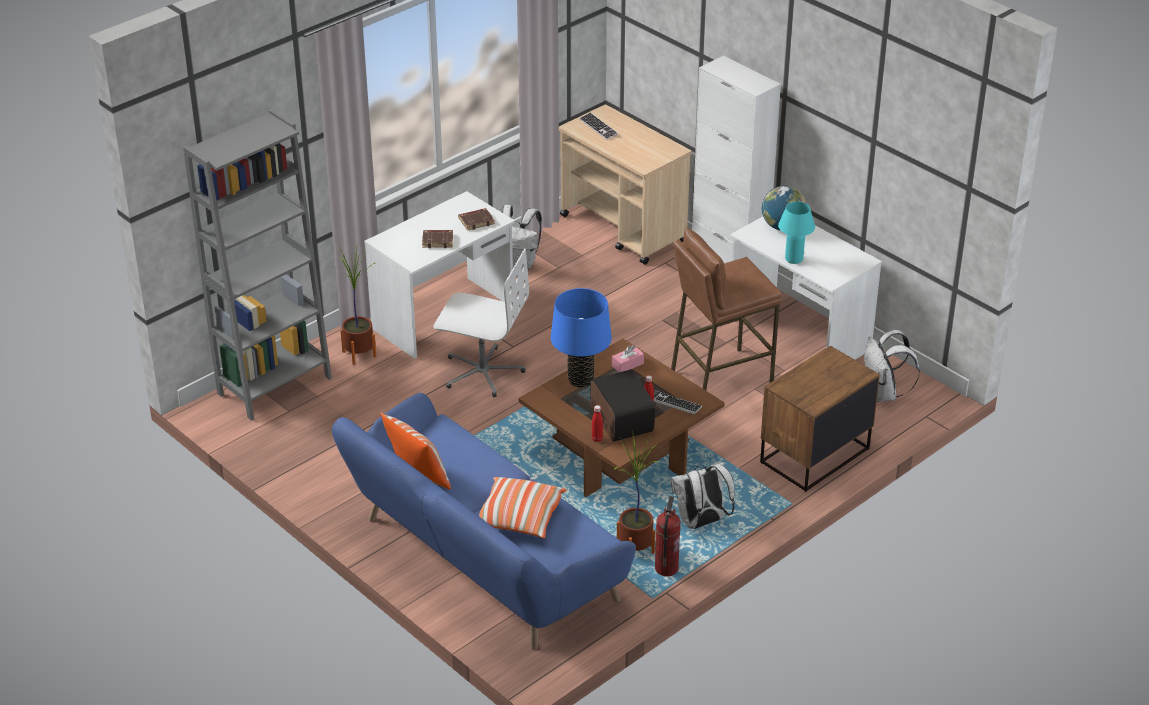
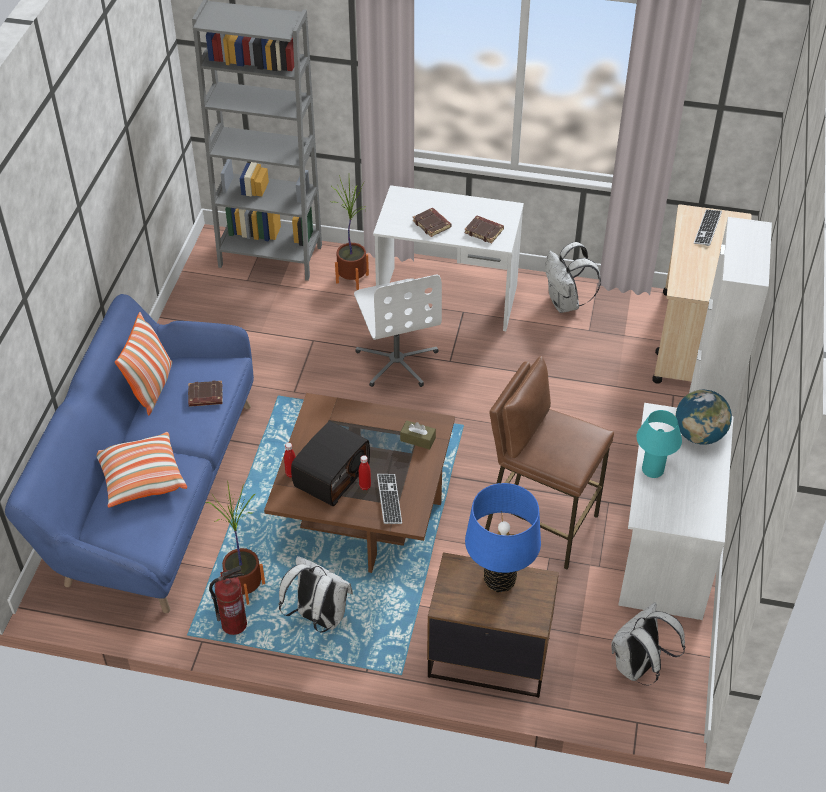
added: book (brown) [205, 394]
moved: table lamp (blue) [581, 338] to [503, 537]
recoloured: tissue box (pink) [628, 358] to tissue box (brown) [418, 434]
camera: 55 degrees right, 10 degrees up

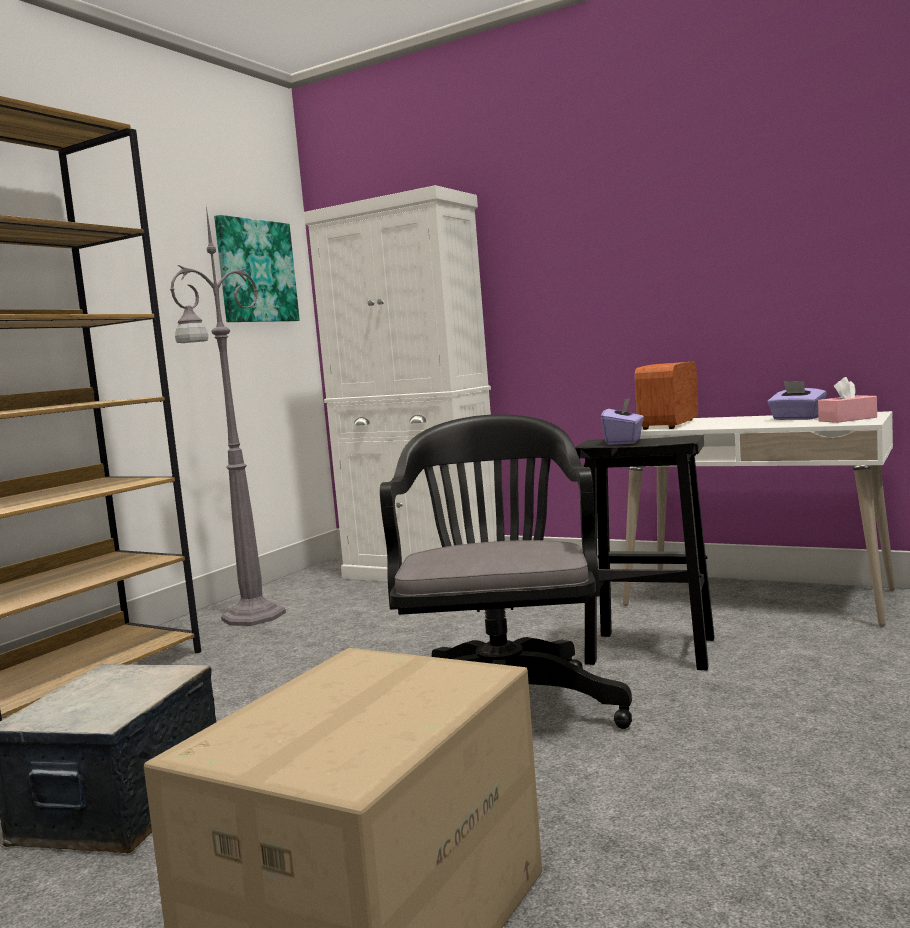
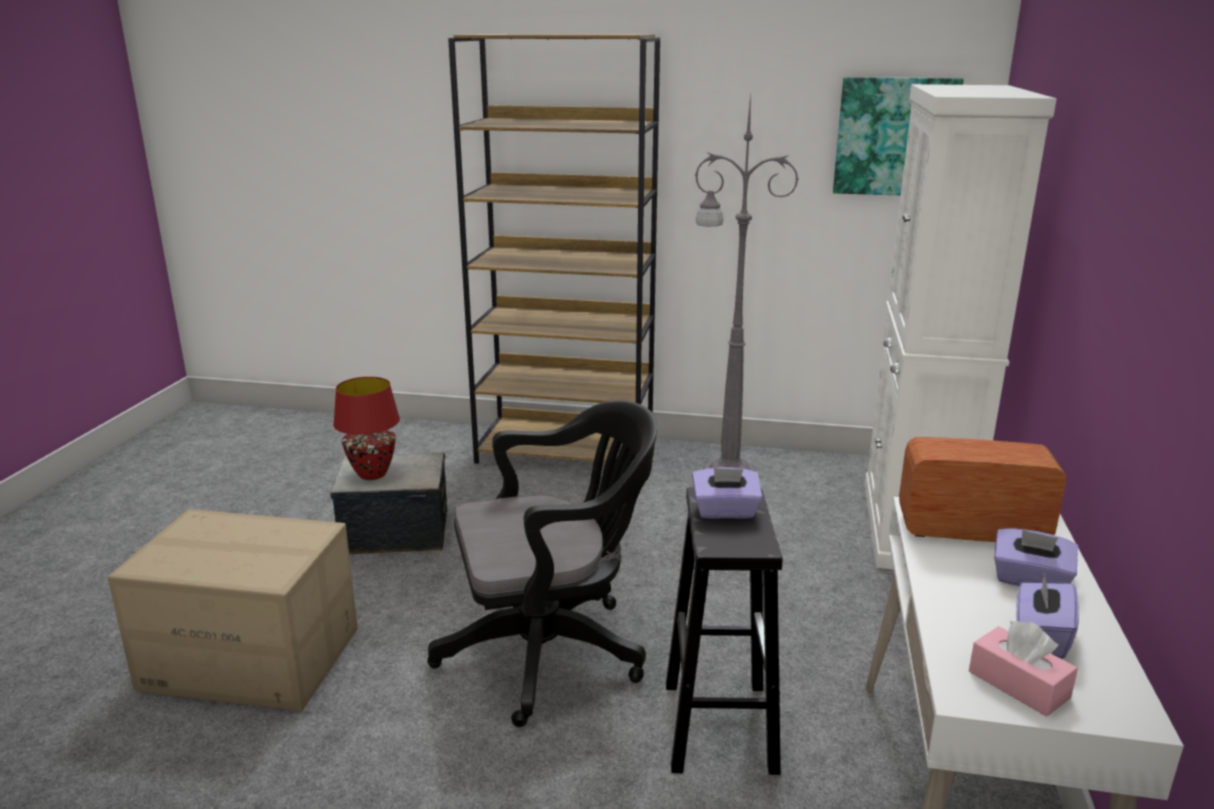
added: table lamp (red) [366, 428]; tissue box (purple) [1036, 557]
camera: 70 degrees right, 15 degrees up

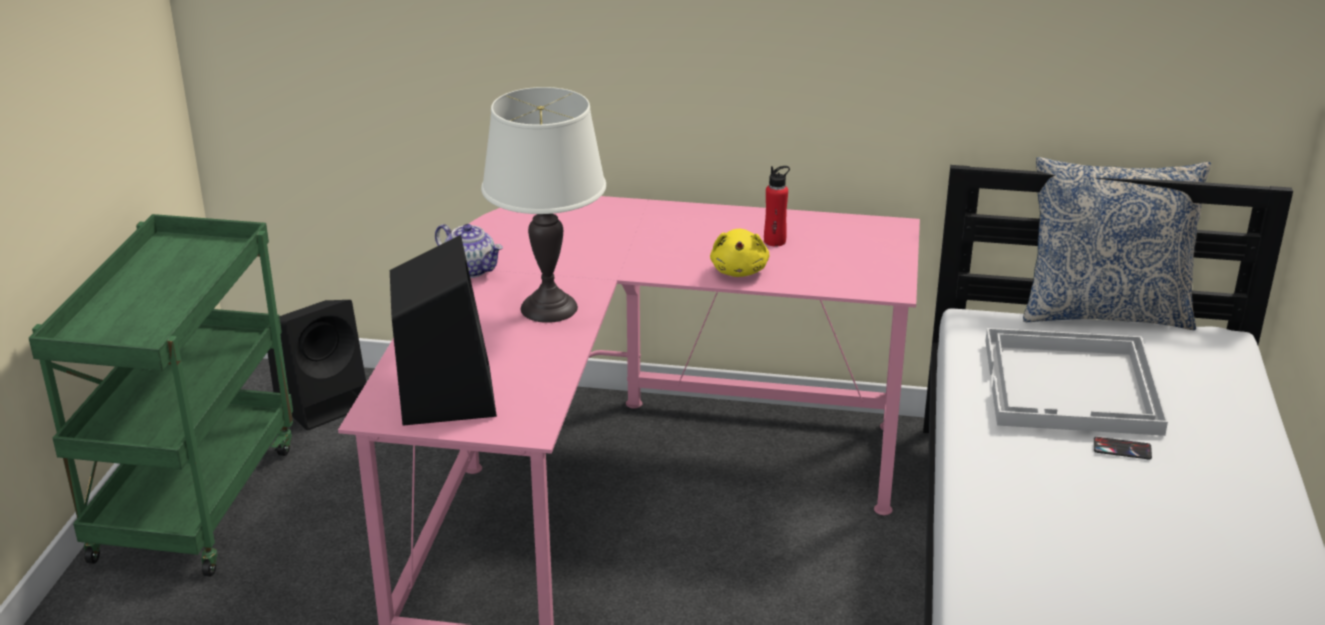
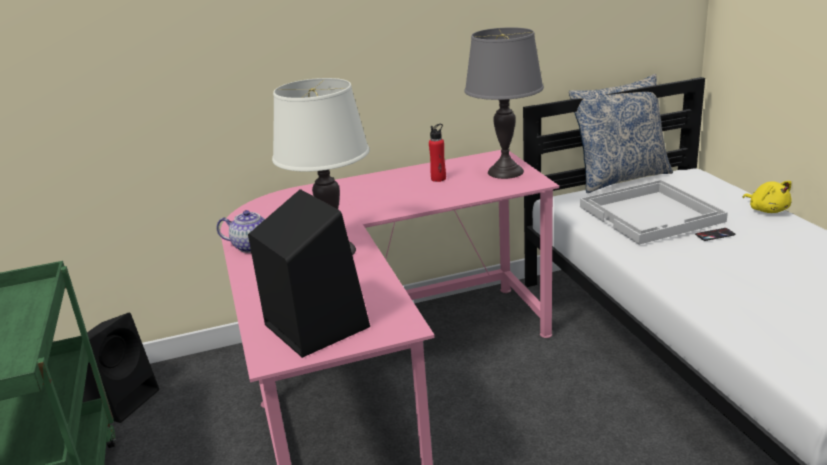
added: table lamp (grey) [504, 103]
moved: plush toy (yellow) [739, 253] to [767, 197]
camera: 25 degrees left, 5 degrees down

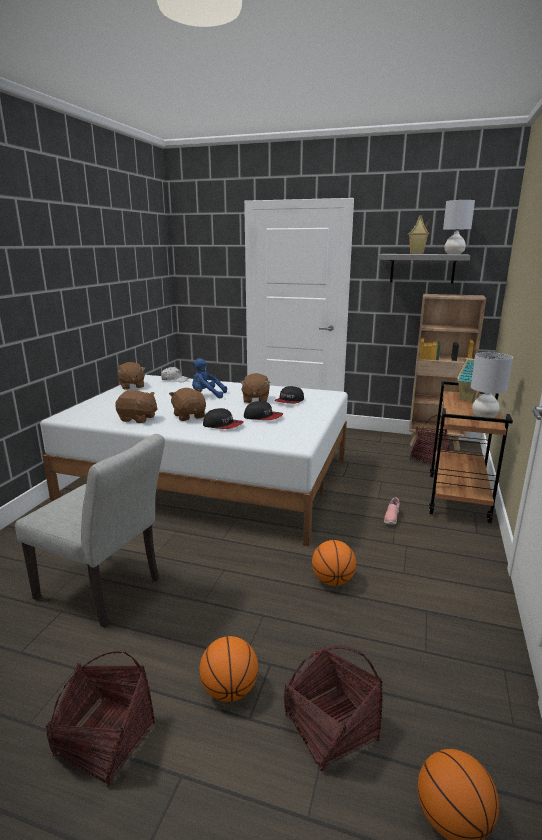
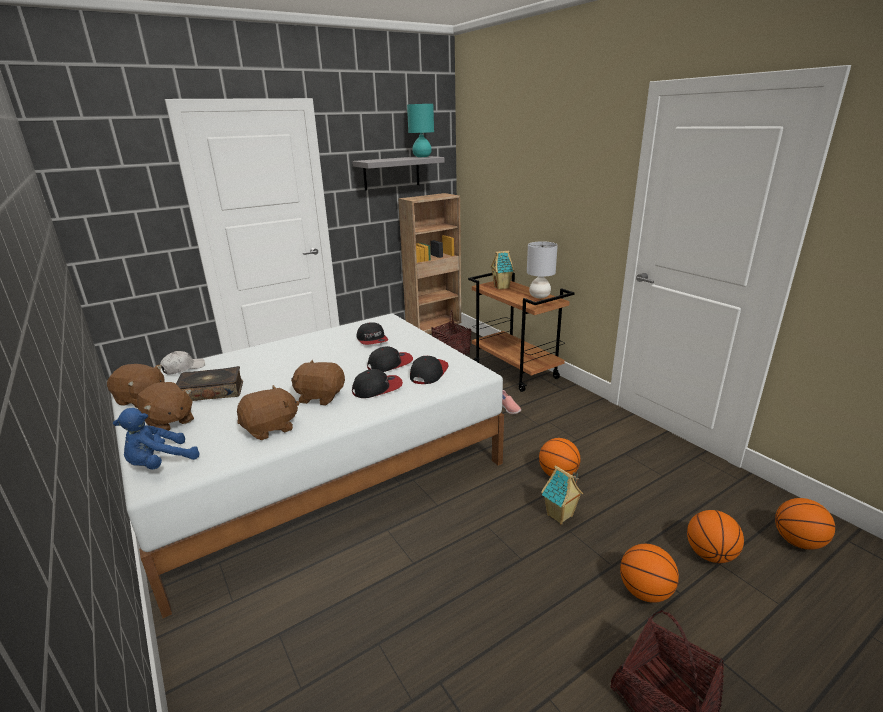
removed: chair (grey) [90, 531]
added: book [209, 383]; cap [429, 370]
moved: plush toy (blue) [209, 378] to [156, 439]; plush toy (brown) [255, 388] to [165, 406]; toy house [418, 234] to [562, 494]
replaced: basket [333, 708] to basketball [715, 536]
recoloured: table lamp (grey) [459, 227] to table lamp (turquoise) [420, 130]
camera: 50 degrees left, 5 degrees up

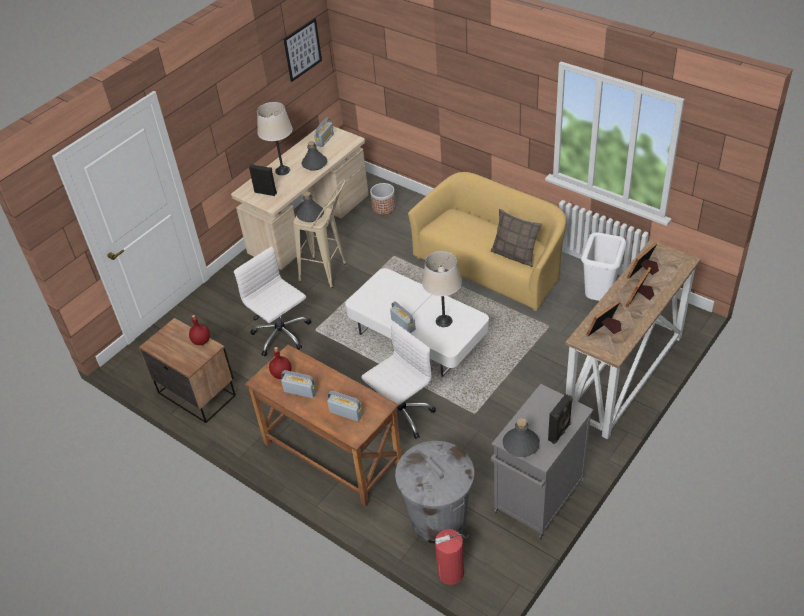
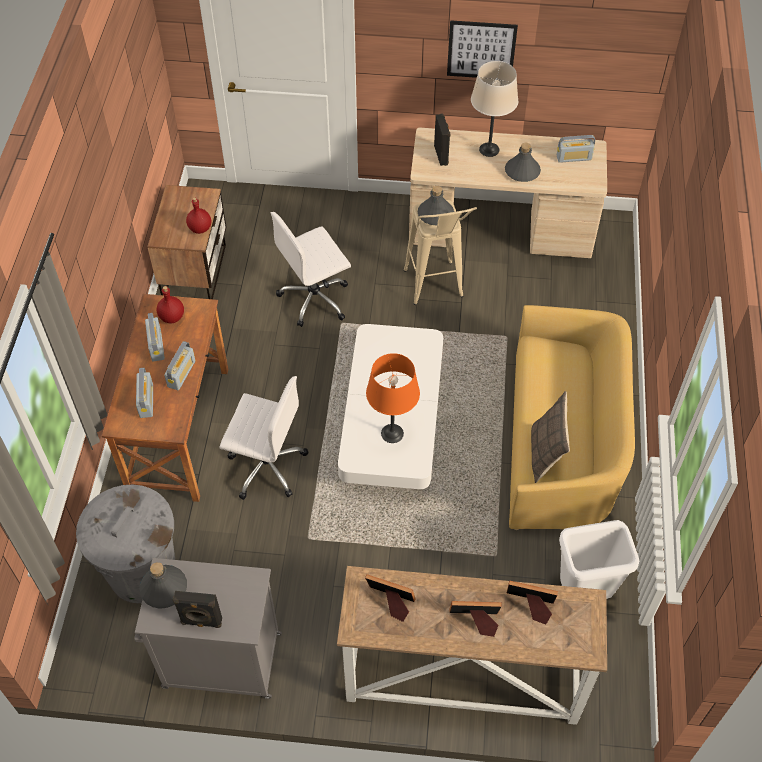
removed: planter [383, 199]; fire extinguisher [452, 557]
moved: picture [302, 50] to [482, 49]; radio [403, 317] to [179, 365]
recoloured: table lamp (beige) [442, 289] to table lamp (orange) [393, 398]
turned: office chair (white) [272, 301] = [311, 269] 135 degrees counterclockwise
camera: 55 degrees right, 10 degrees up

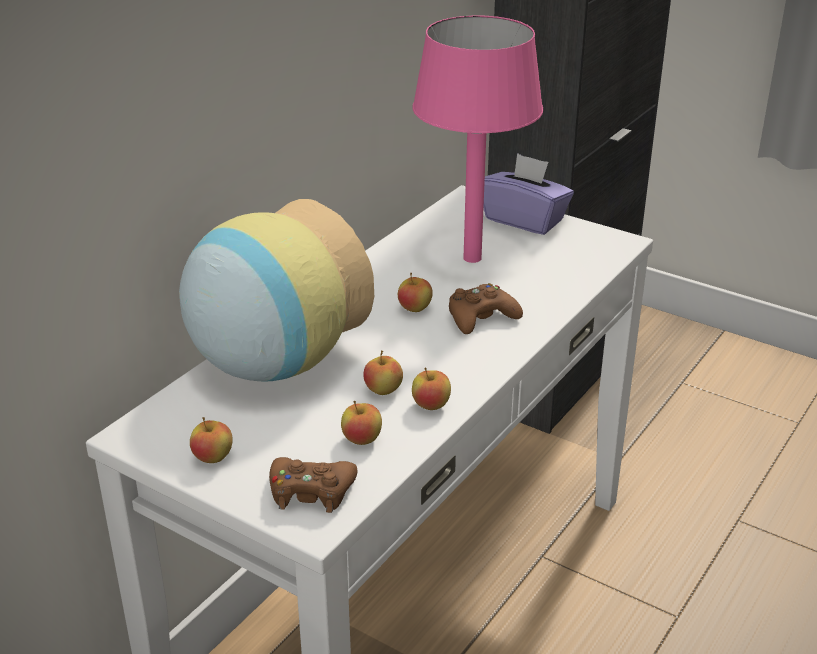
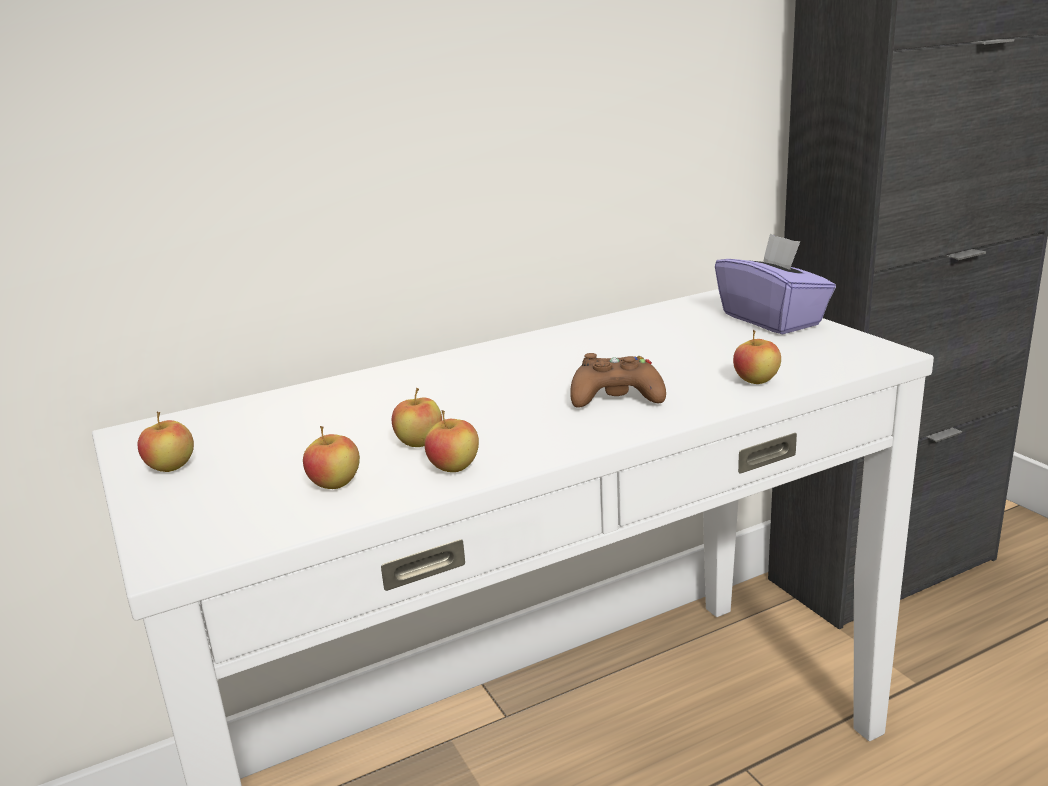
removed: vase [276, 290]; game controller (brown) [313, 485]; table lamp (pink) [478, 139]
moved: apple [415, 292] to [757, 357]
camera: 30 degrees right, 10 degrees down

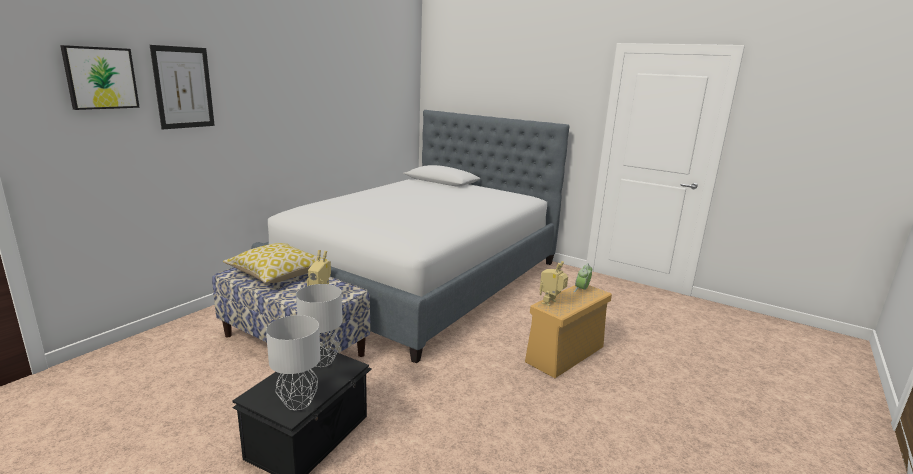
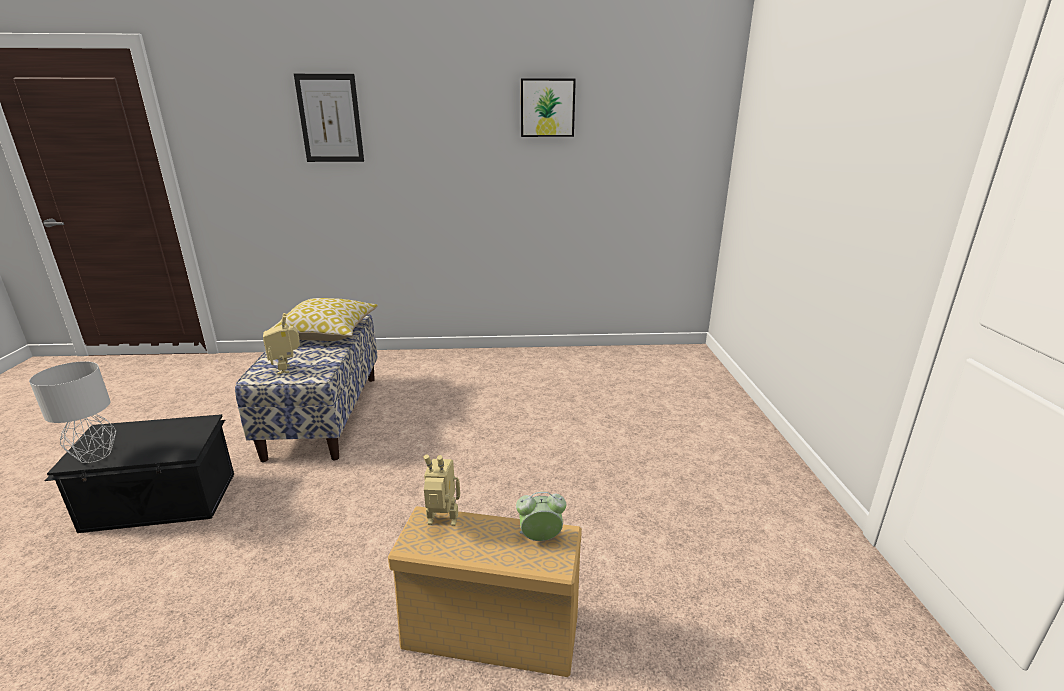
removed: bed [410, 237]; table lamp (grey) [319, 325]
moved: picture [100, 77] to [548, 107]
camera: 55 degrees right, 5 degrees up

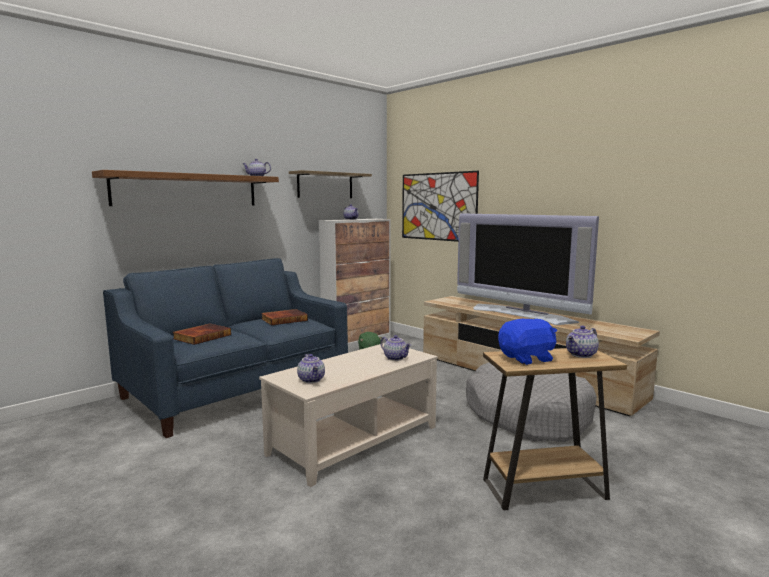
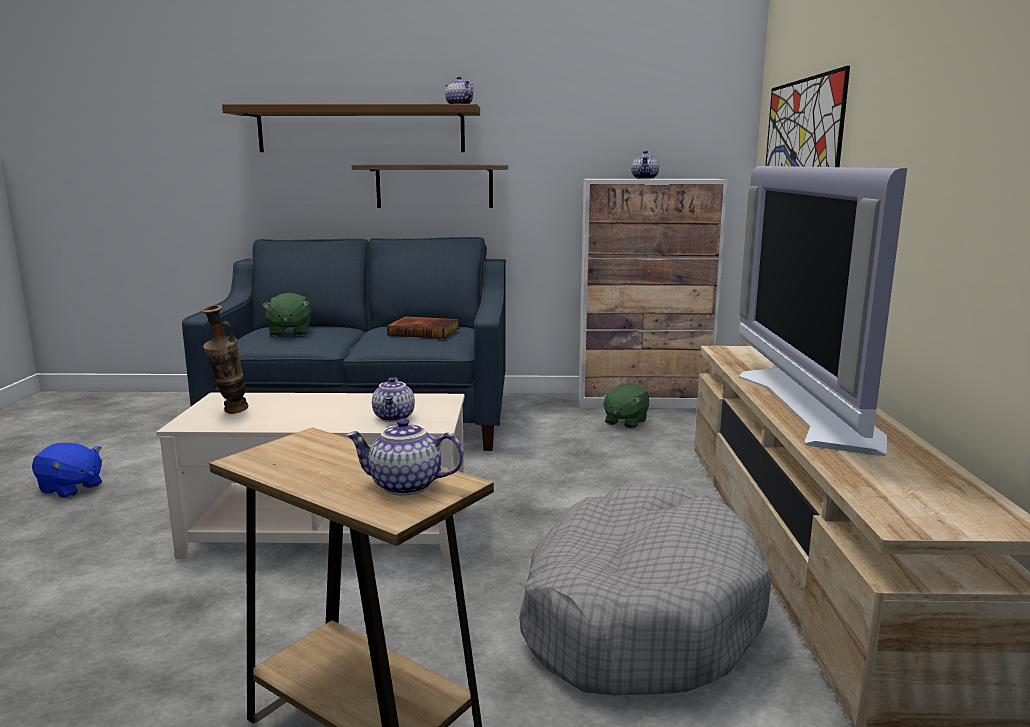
moved: shelf [330, 184] to [430, 186]; plush toy (blue) [527, 342] to [67, 470]
replaced: book [202, 334] to plush toy (green) [286, 315]; teapot [311, 368] to vase [224, 359]
camera: 45 degrees right, 5 degrees up

